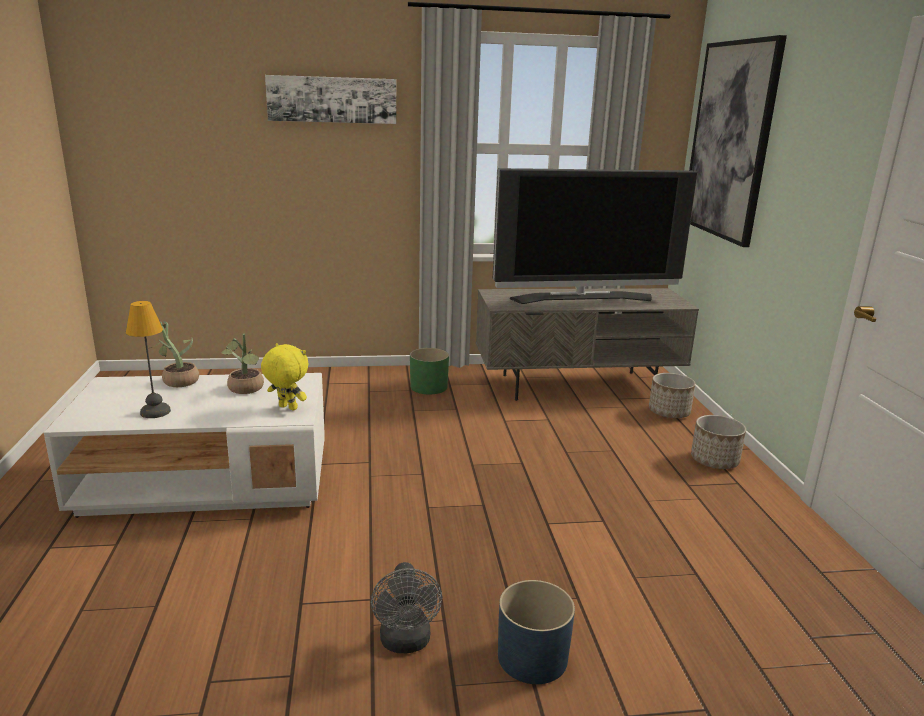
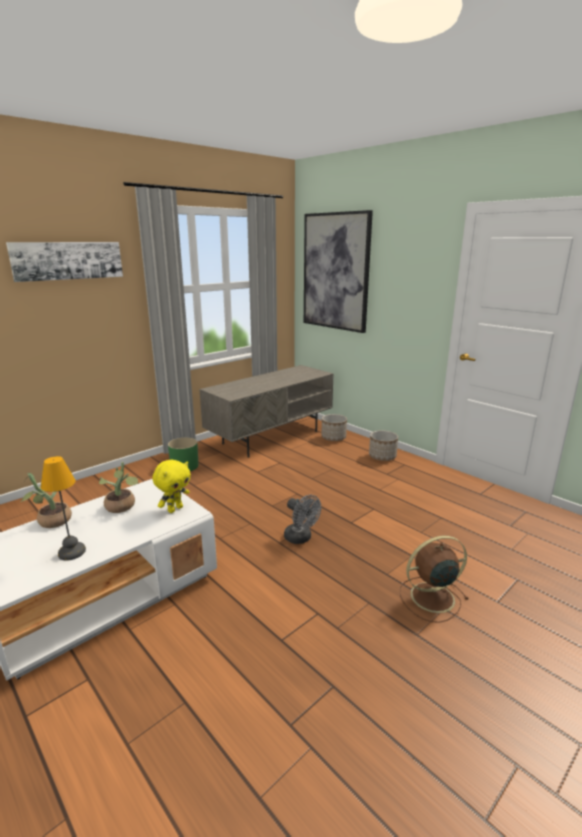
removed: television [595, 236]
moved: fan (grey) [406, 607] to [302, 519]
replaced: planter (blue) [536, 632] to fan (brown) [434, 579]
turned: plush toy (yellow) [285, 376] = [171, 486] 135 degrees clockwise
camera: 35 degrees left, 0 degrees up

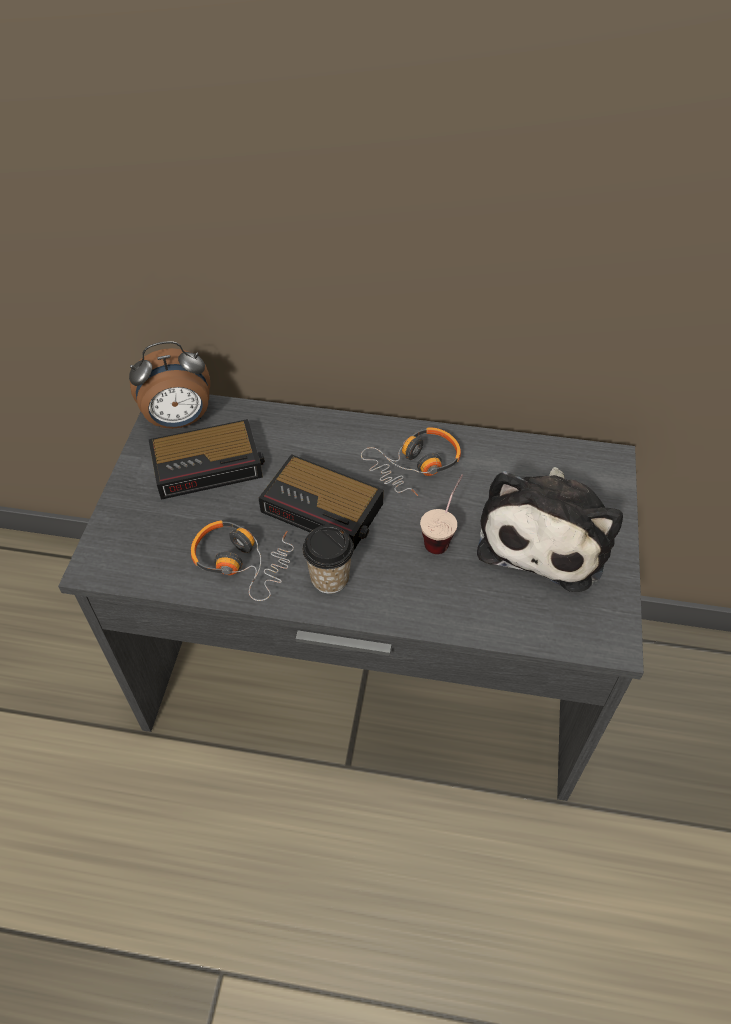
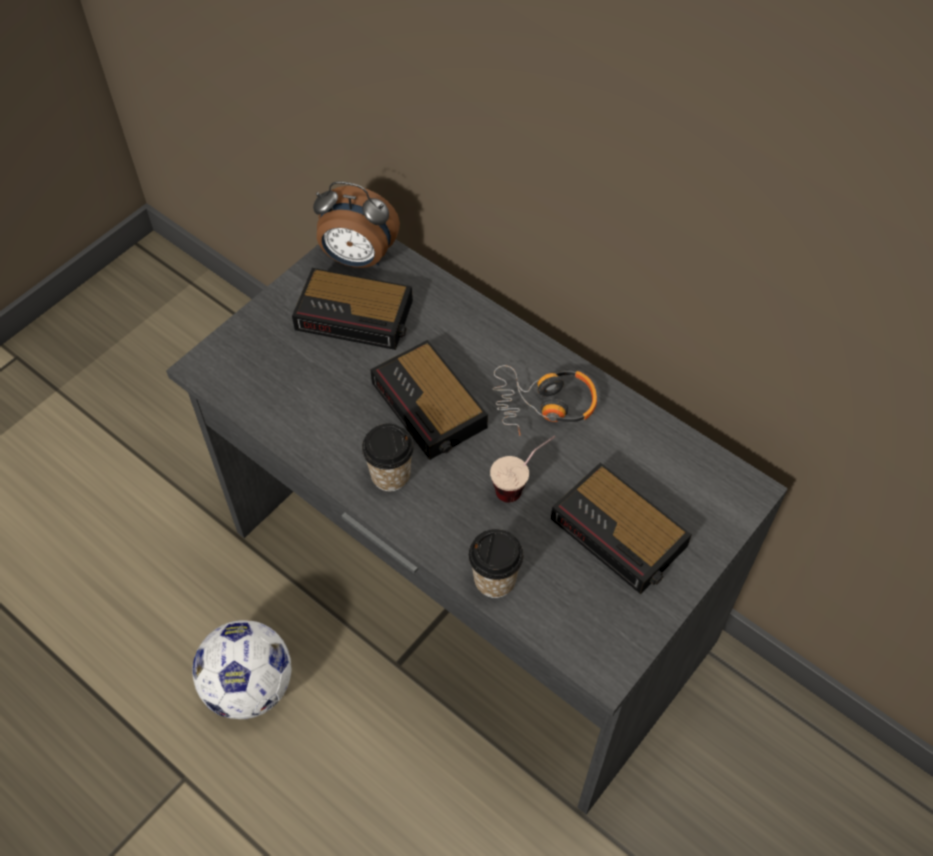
removed: headphones [242, 561]
added: football [242, 669]; cup [496, 563]
replaced: plush toy [550, 529] to alarm clock [621, 528]
camera: 30 degrees right, 5 degrees up

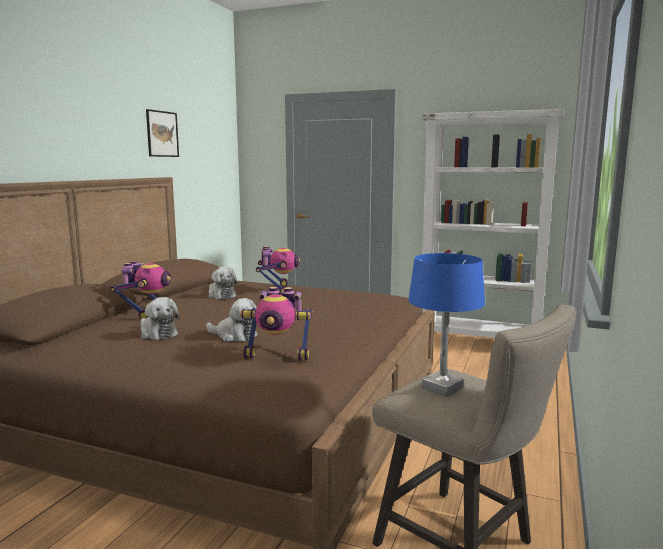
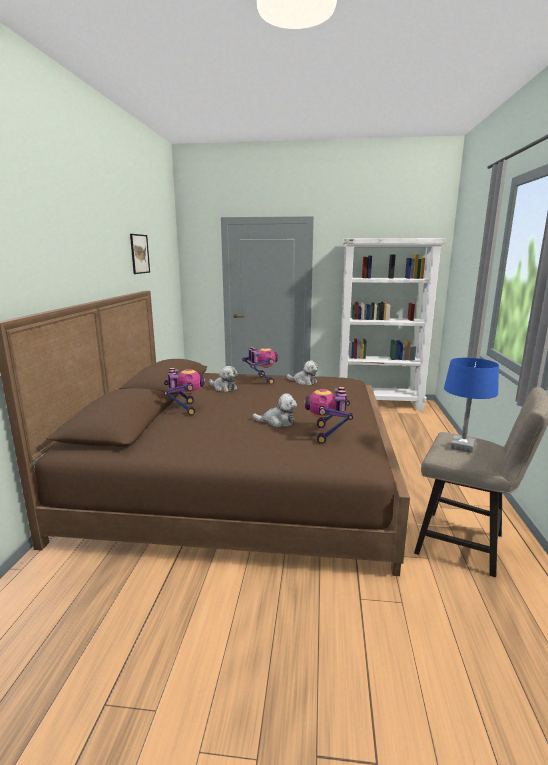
moved: plush toy [160, 318] to [302, 373]
turned: toy robot [276, 323] = [328, 415] 105 degrees clockwise
camera: 15 degrees left, 5 degrees up

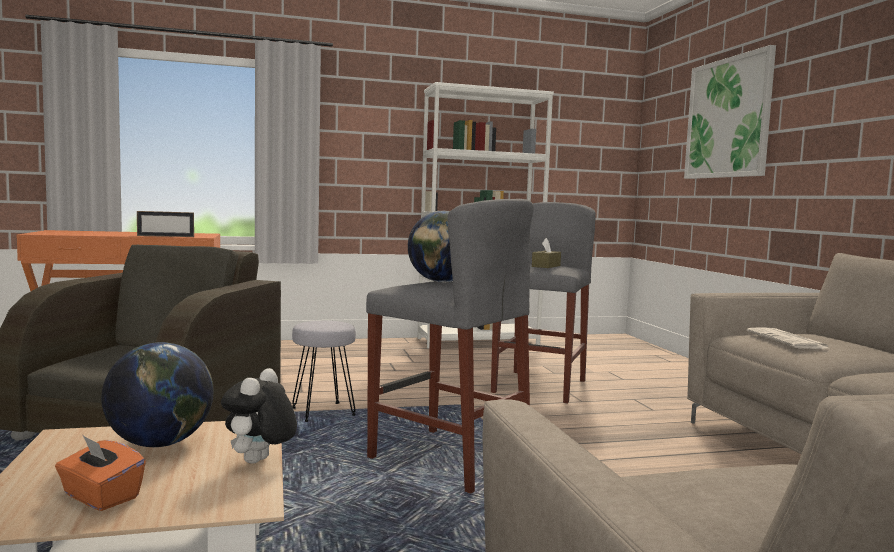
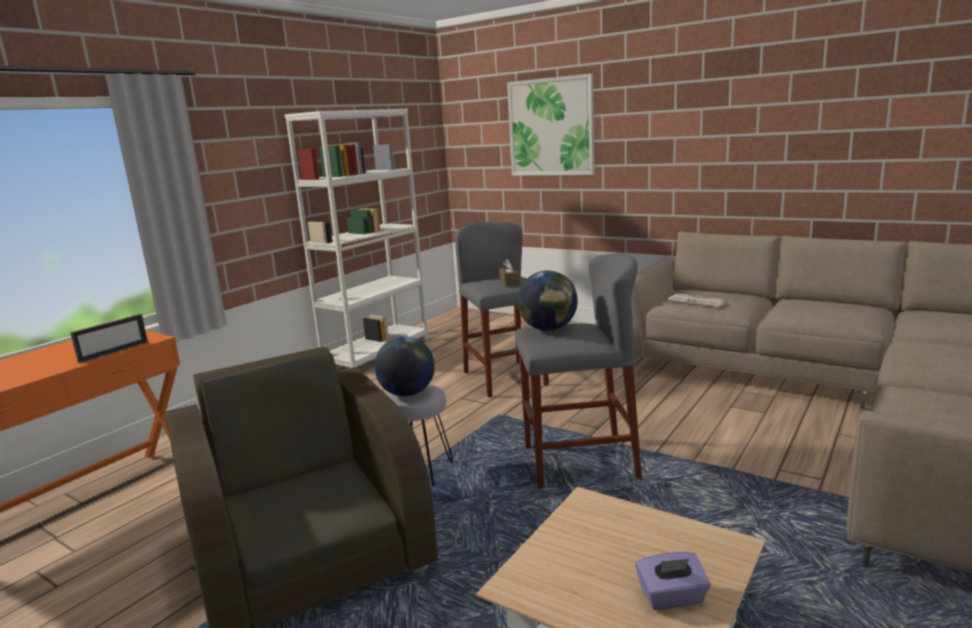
removed: plush toy [259, 416]
moved: globe [157, 394] to [405, 366]
recoloured: tissue box (orange) [100, 473] to tissue box (purple) [673, 581]
camera: 40 degrees left, 10 degrees up

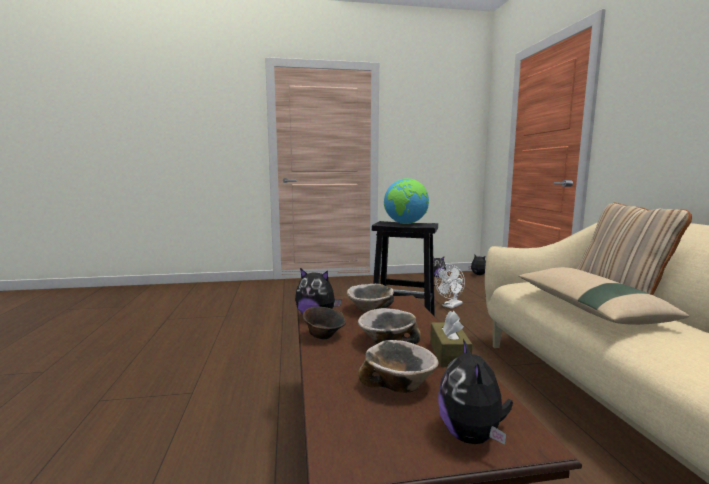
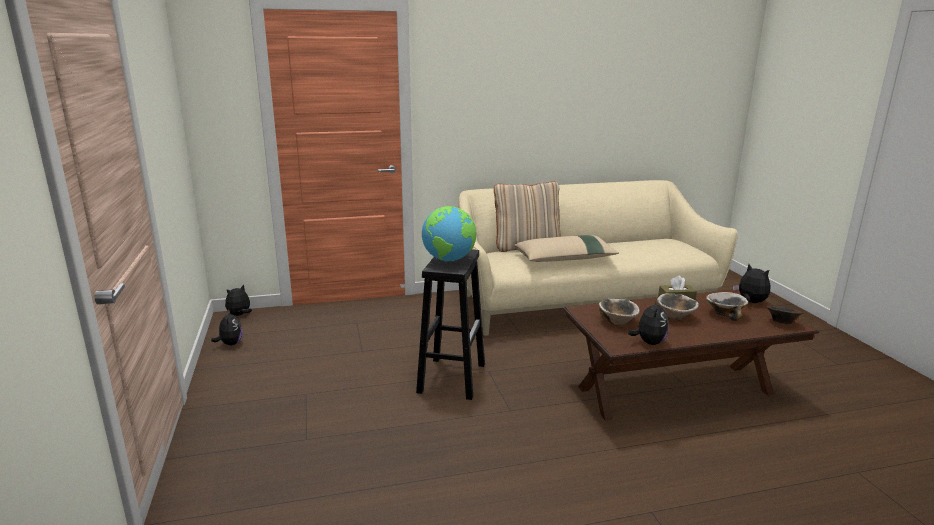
removed: fan (white) [450, 287]
moved: bowl (brown) [324, 323] to [785, 314]
turned: plush toy [475, 391] = [751, 283] 120 degrees counterclockwise
camera: 95 degrees left, 10 degrees up

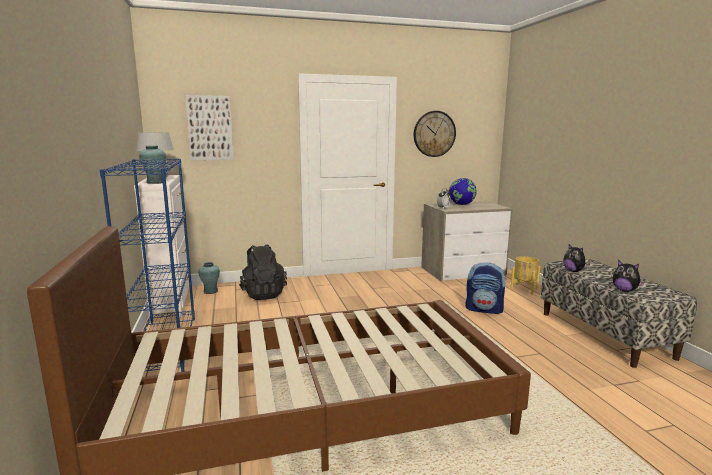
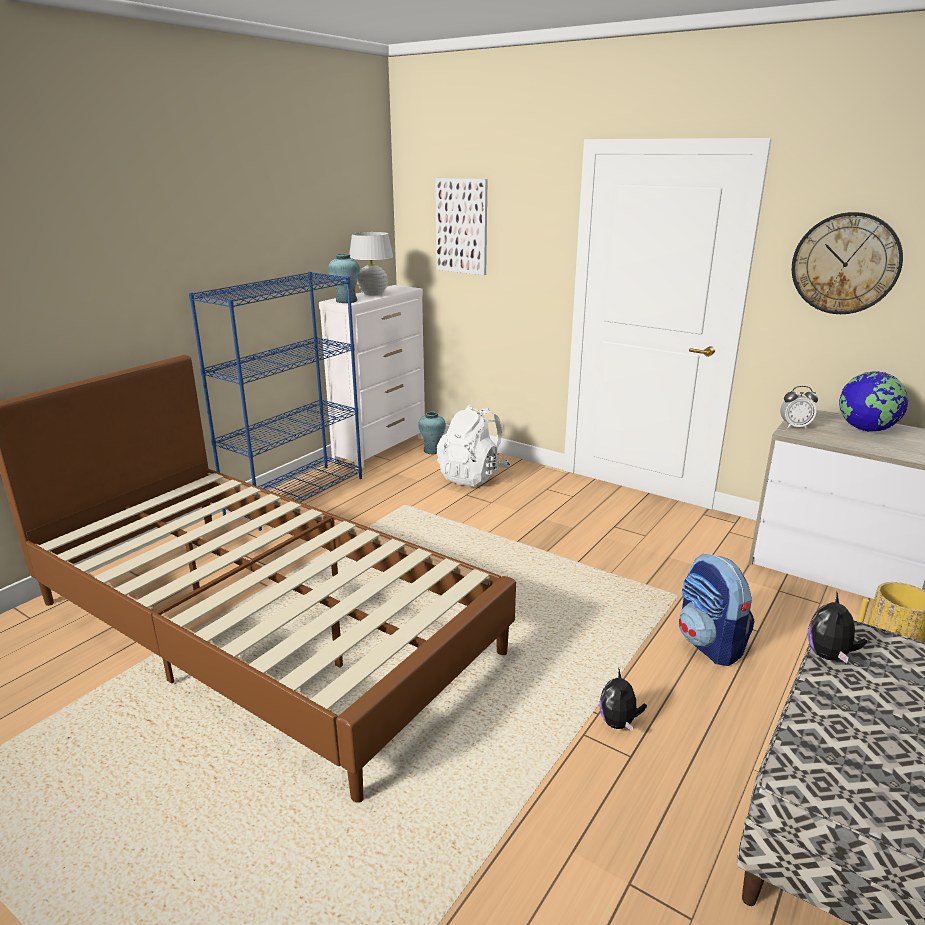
moved: plush toy [628, 276] to [623, 700]
recoloured: backpack (black) [263, 272] to backpack (white) [473, 445]
camera: 50 degrees right, 10 degrees up

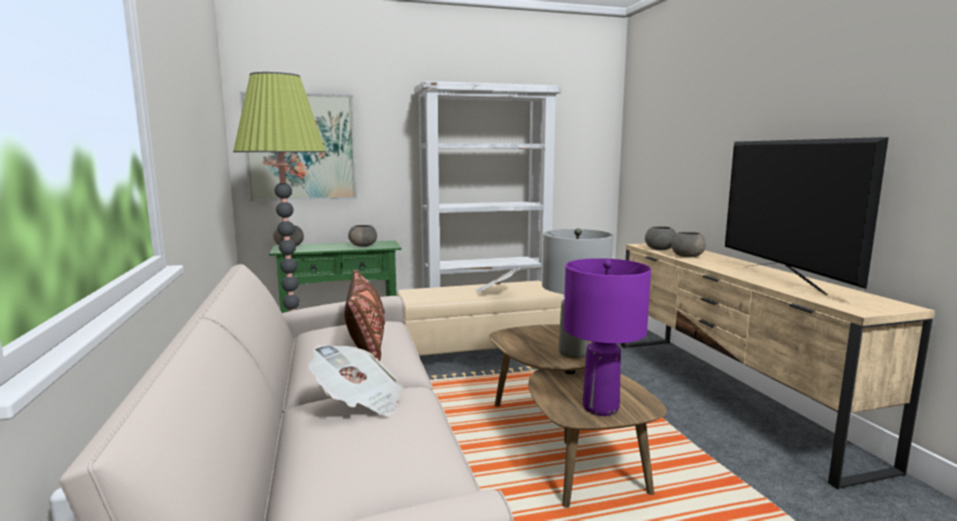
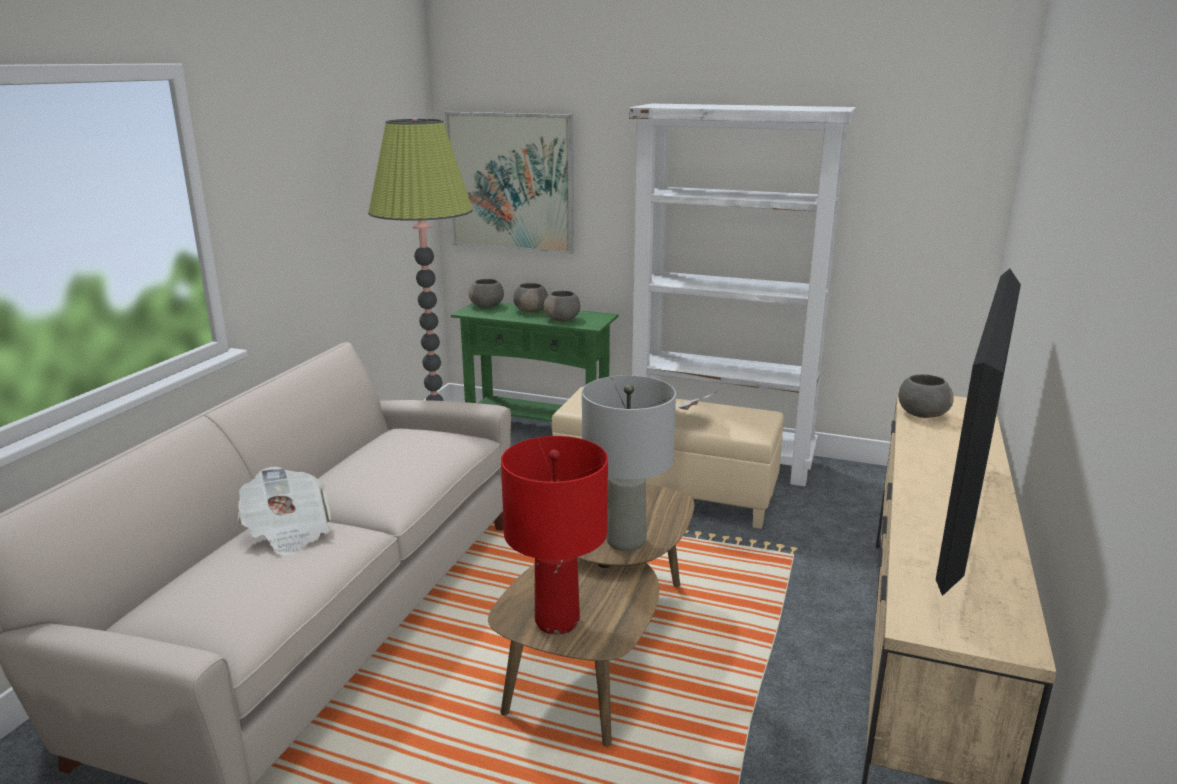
removed: pillow (brown) [364, 316]
moved: bowl (grey) [688, 244] to [530, 297]
recoloured: table lamp (purple) [607, 337] to table lamp (red) [554, 535]
camera: 35 degrees right, 10 degrees up

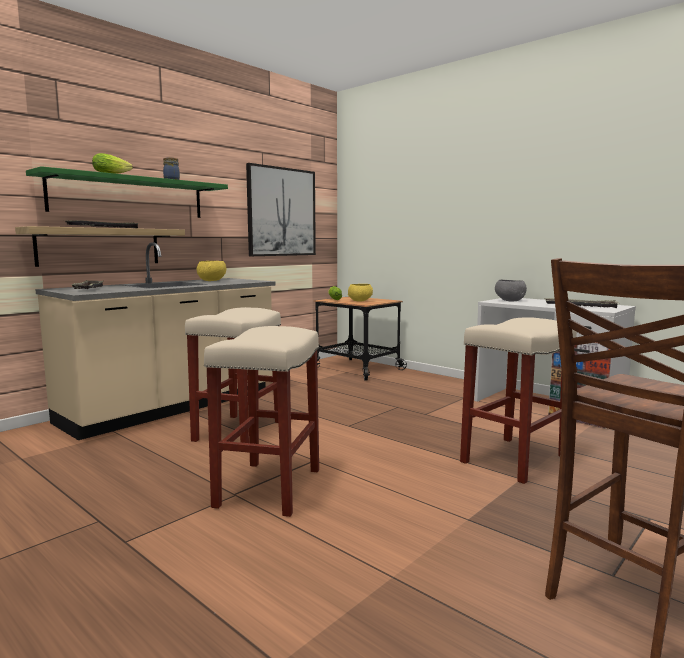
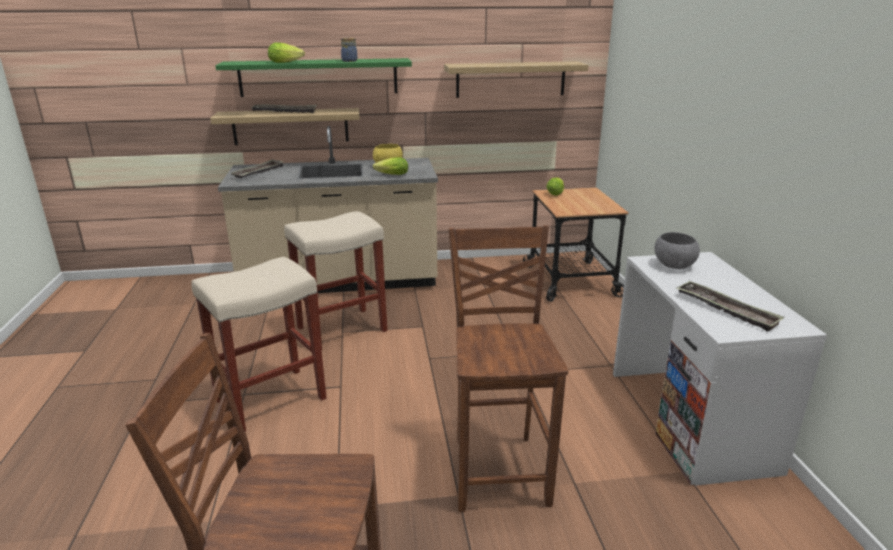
removed: bowl (yellow) [360, 292]
added: lettuce [390, 166]
replaced: picture [281, 209] to shelf [516, 79]; stool (beige) [518, 400] to chair (brown) [508, 368]
camera: 40 degrees right, 15 degrees up

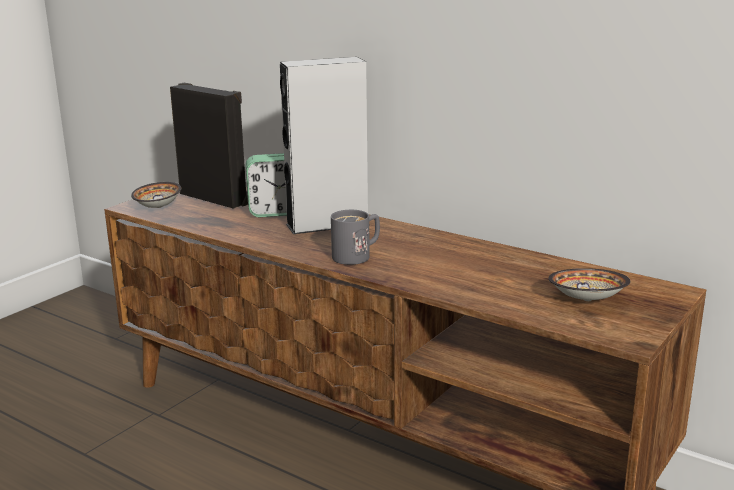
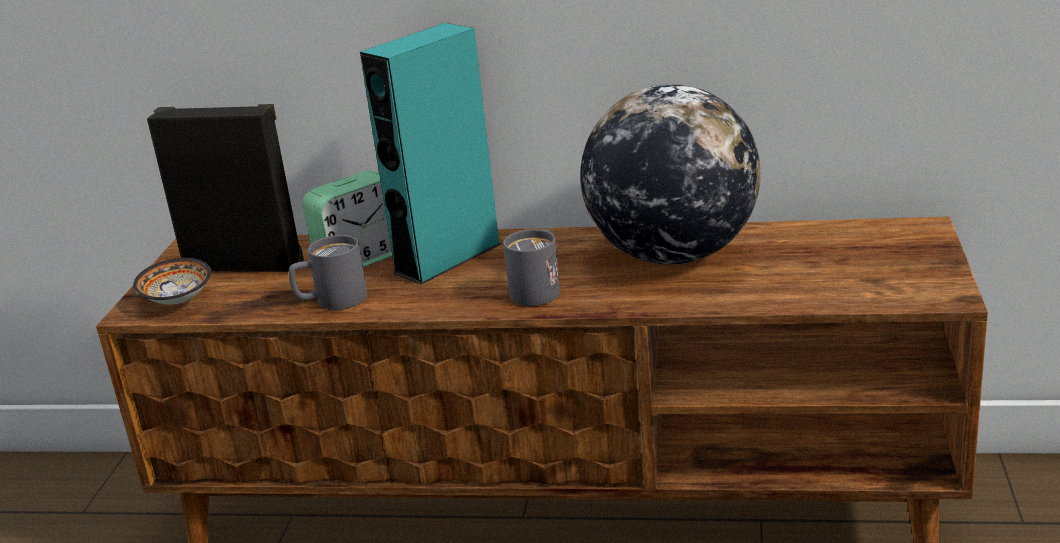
removed: bowl [589, 284]
added: mug (grey) [328, 272]; globe [670, 174]
recoloured: speaker (grey) [325, 145] to speaker (turquoise) [430, 154]
camera: 25 degrees left, 5 degrees up

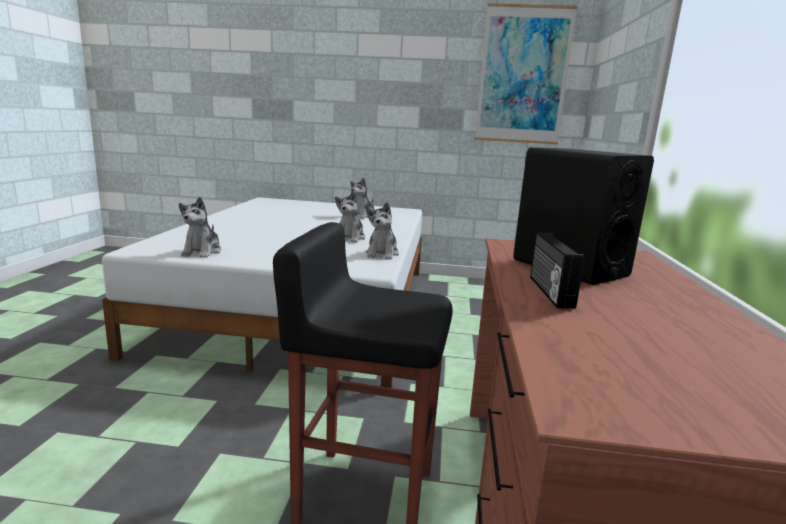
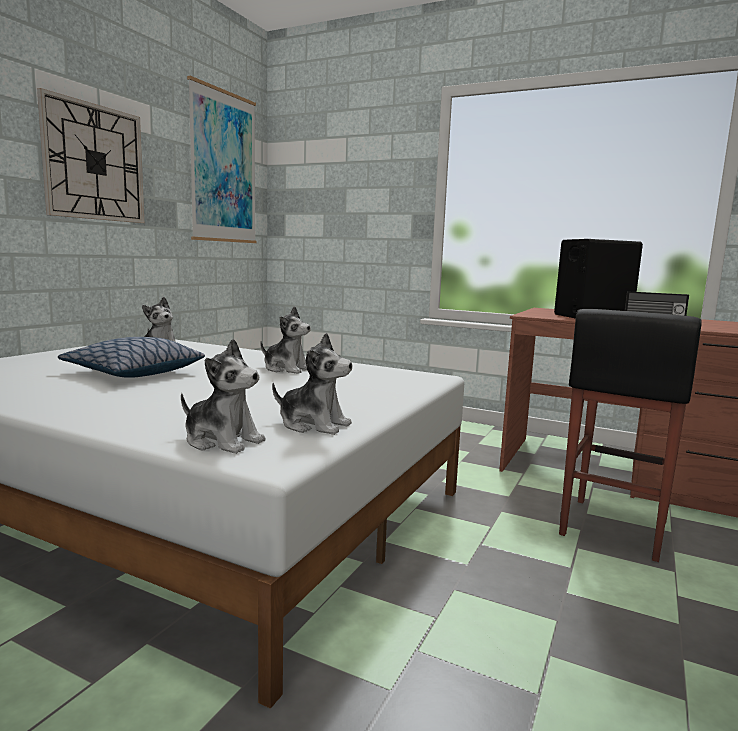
added: wall clock [90, 155]; pillow [131, 357]
moved: plush toy [382, 231] to [223, 396]
camera: 70 degrees left, 5 degrees down

